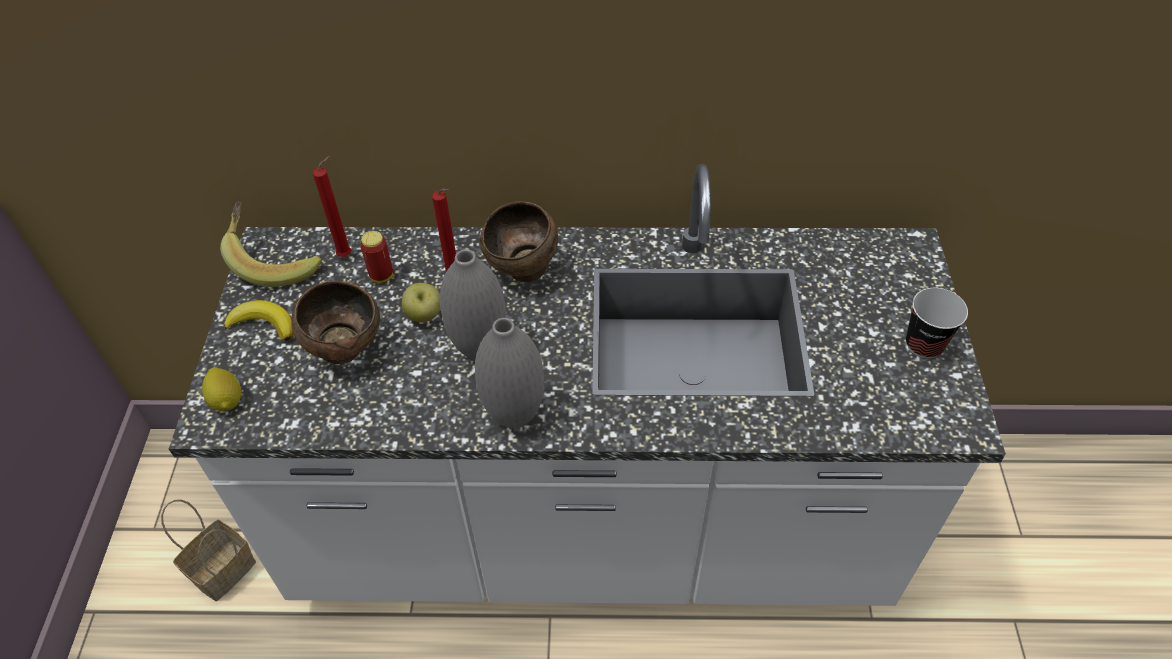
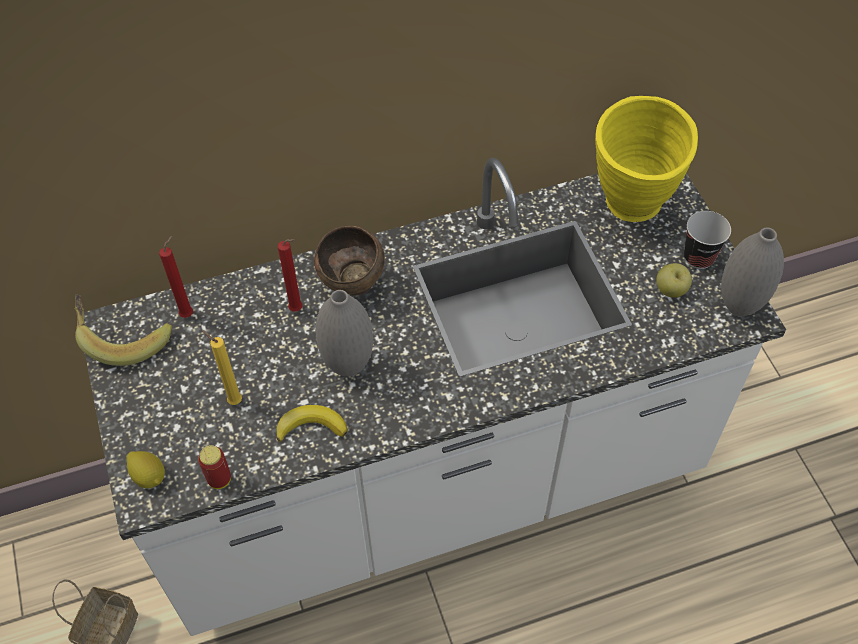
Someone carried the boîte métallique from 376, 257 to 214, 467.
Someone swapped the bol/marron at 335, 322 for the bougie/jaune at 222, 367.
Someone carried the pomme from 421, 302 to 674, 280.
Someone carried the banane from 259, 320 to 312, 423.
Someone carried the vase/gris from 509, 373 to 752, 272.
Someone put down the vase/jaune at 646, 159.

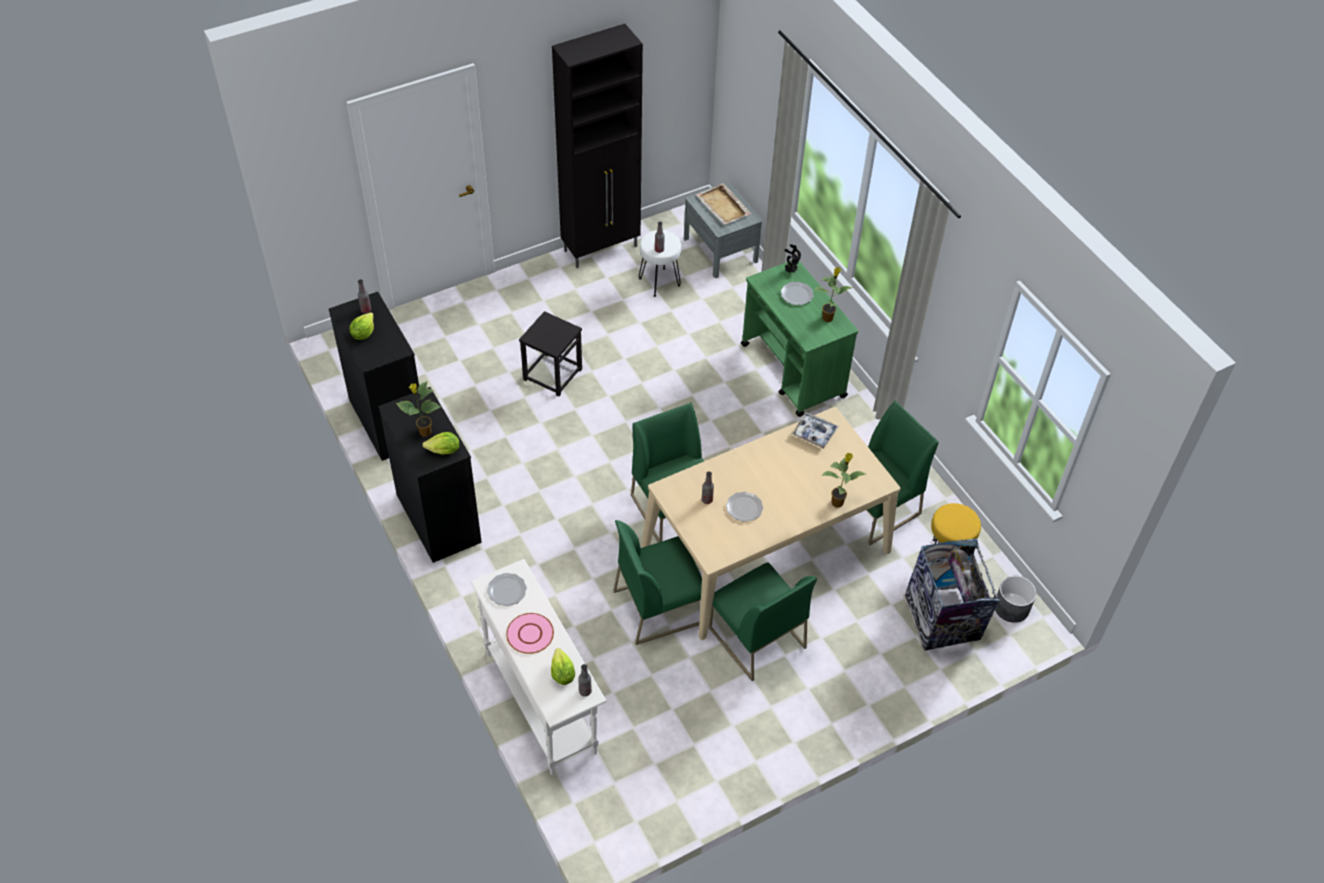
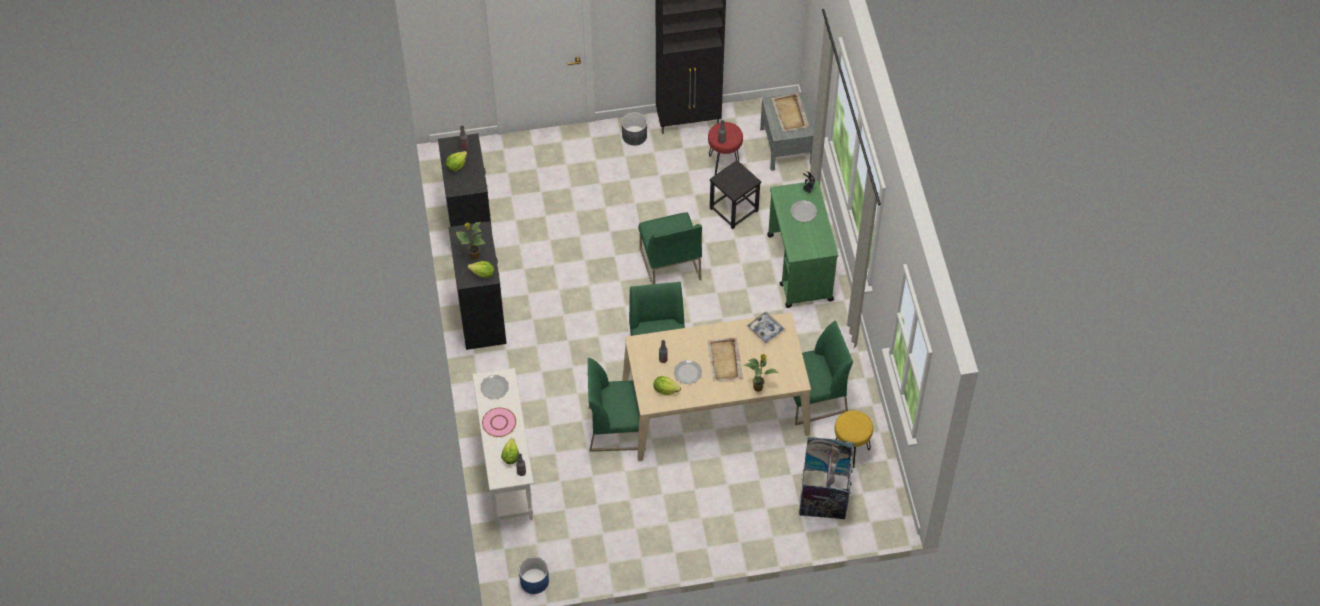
Someone repainted the tabouret/blanc at 660, 263, which became the tabouret/rouge at 725, 148.
Someone took away the plante en pot at 833, 294.
Someone carried the tabouret/noir from 550, 354 to 735, 194.
Someone carried the chaise/vert from 763, 621 to 670, 248.
Someone carried the cache-pot/gris from 1016, 599 to 634, 128.
Someone put down the plateau/beige at 725, 359.
Someone put down the laitue at 667, 385.
Someone put down the cache-pot/bleu at 534, 575.

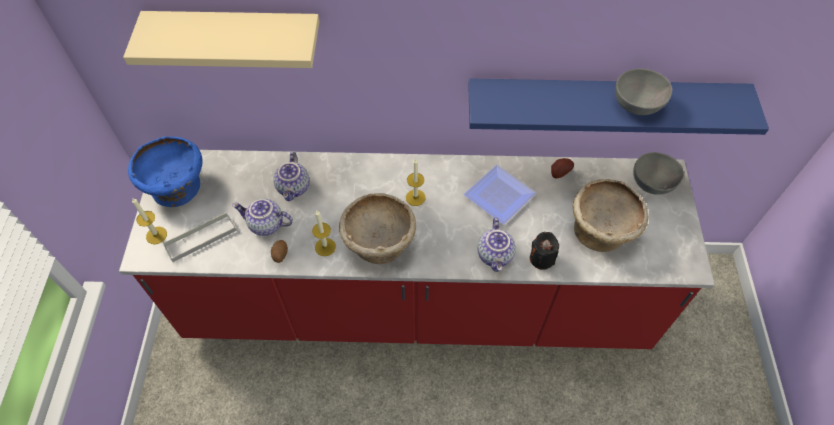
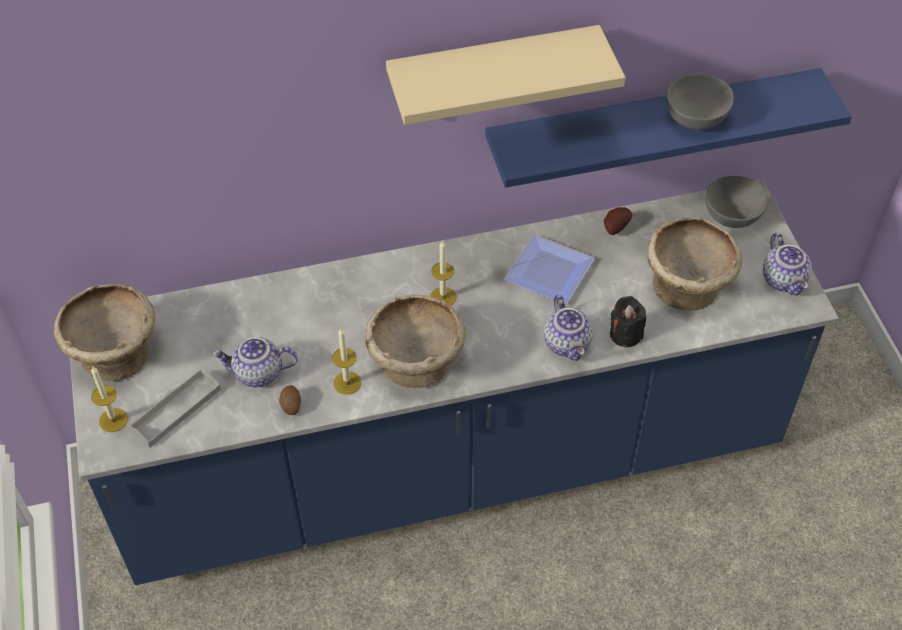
Someone carried the étagère/beige from 221, 39 to 505, 75.
Someone repainted the bol/bleu at 165, 171, which became the bol/beige at 104, 332.
Someone repainted the comptoir de cuisine/rouge at 417, 249, which became the comptoir de cuisine/bleu at 454, 382.
Someone carried the théière from 291, 176 to 787, 264.

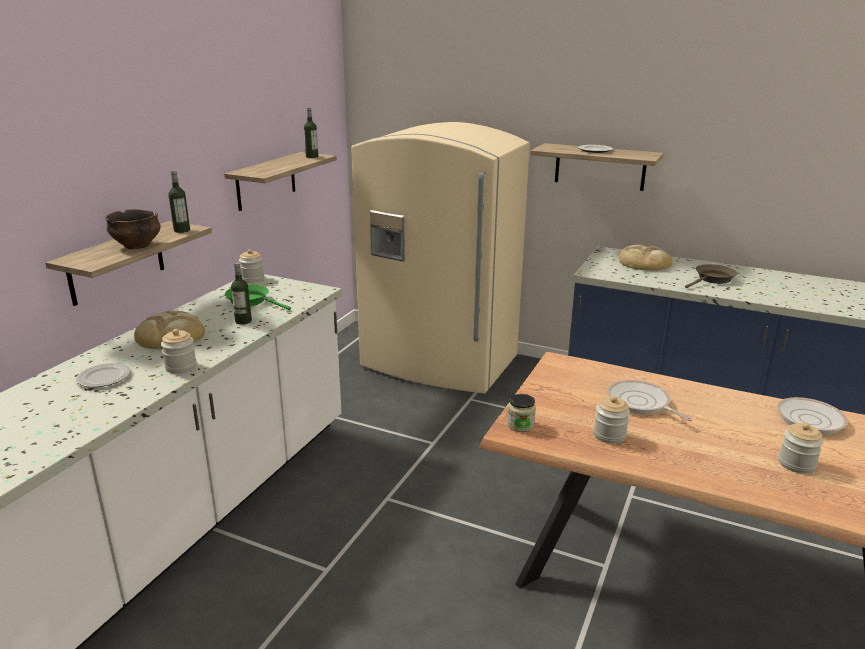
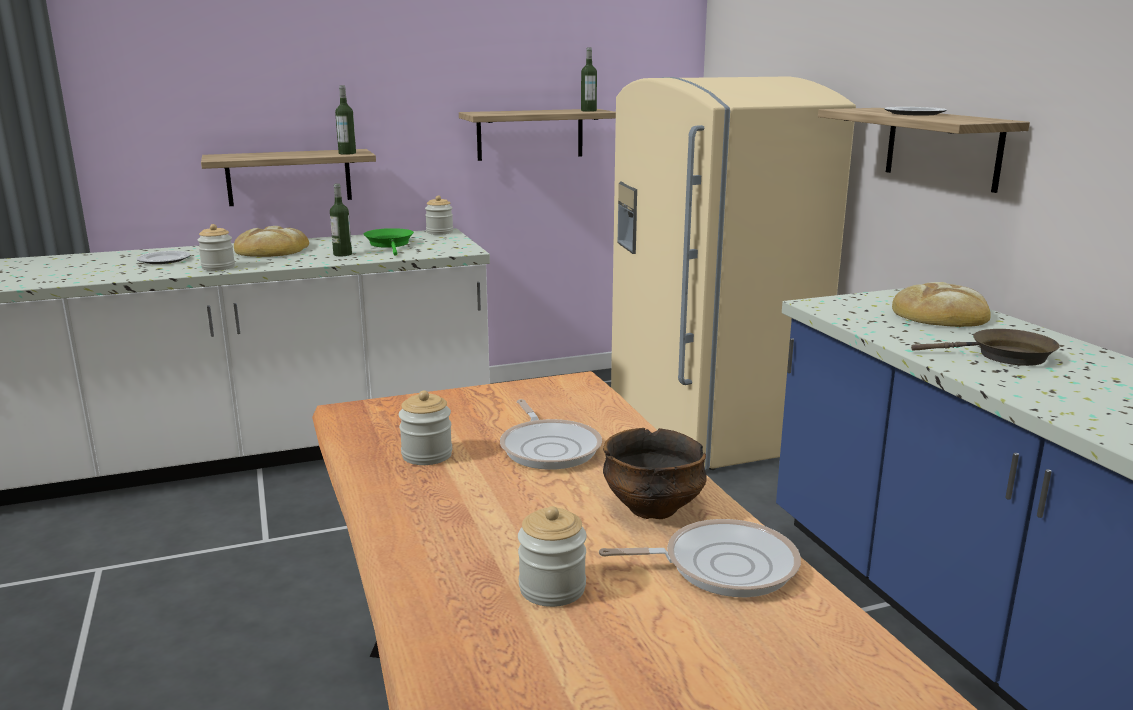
Someone carried the bol from 133, 229 to 655, 473.
Someone rotated the poêle at 649, 400 by 150 degrees clockwise.
Someone took away the bocal at 521, 413.

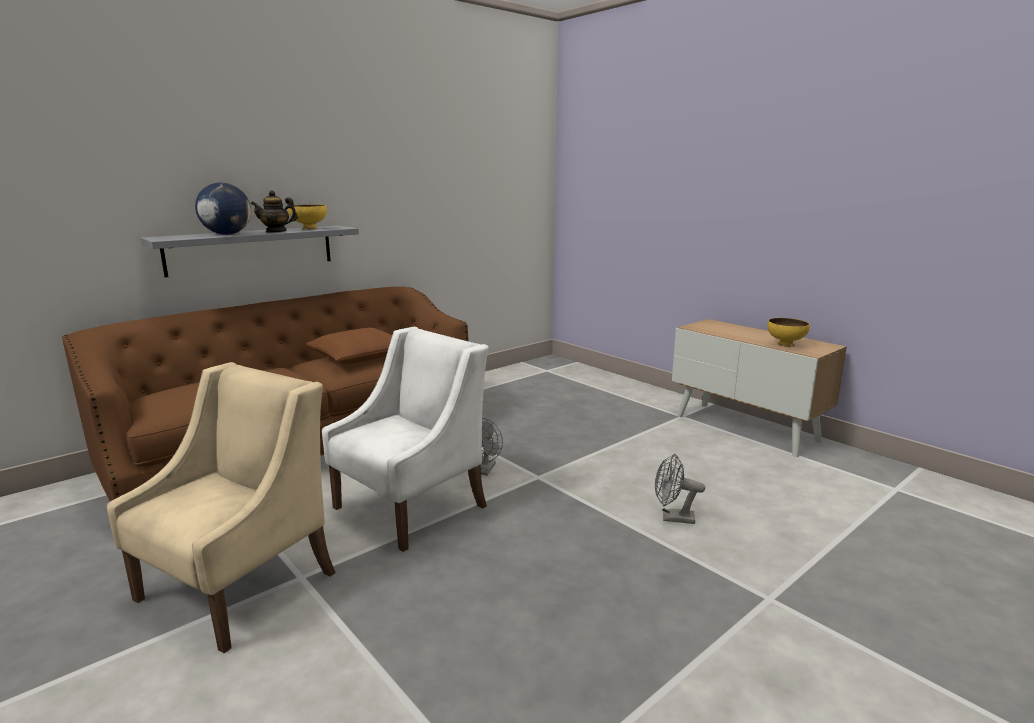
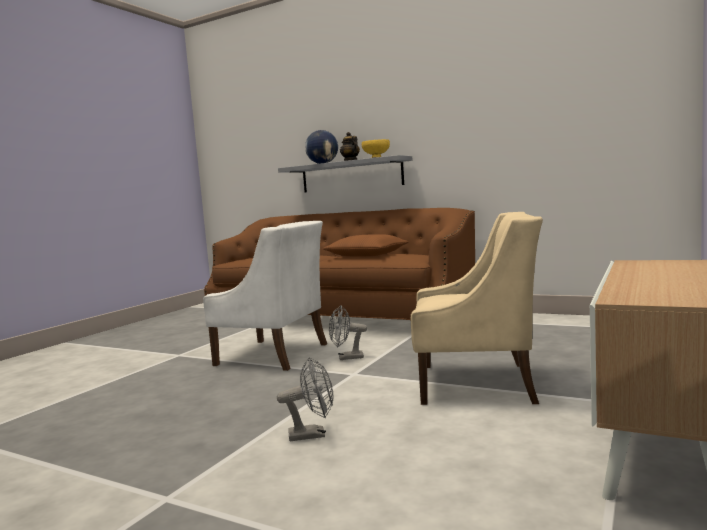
Someone took away the bol/jaune at 788, 332.
Someone carried the fauteuil/beige from 221, 507 to 477, 308.
Someone rotated the ventilateur/gris at 680, 489 by 90 degrees clockwise.

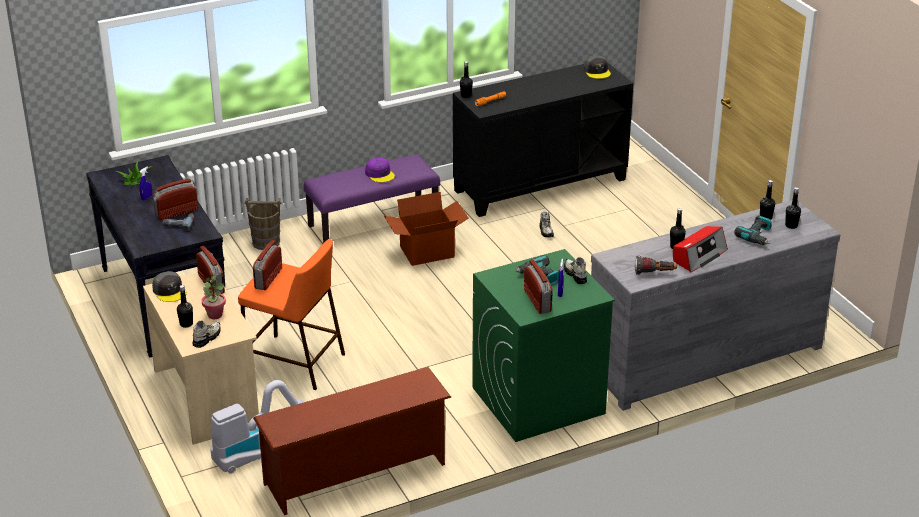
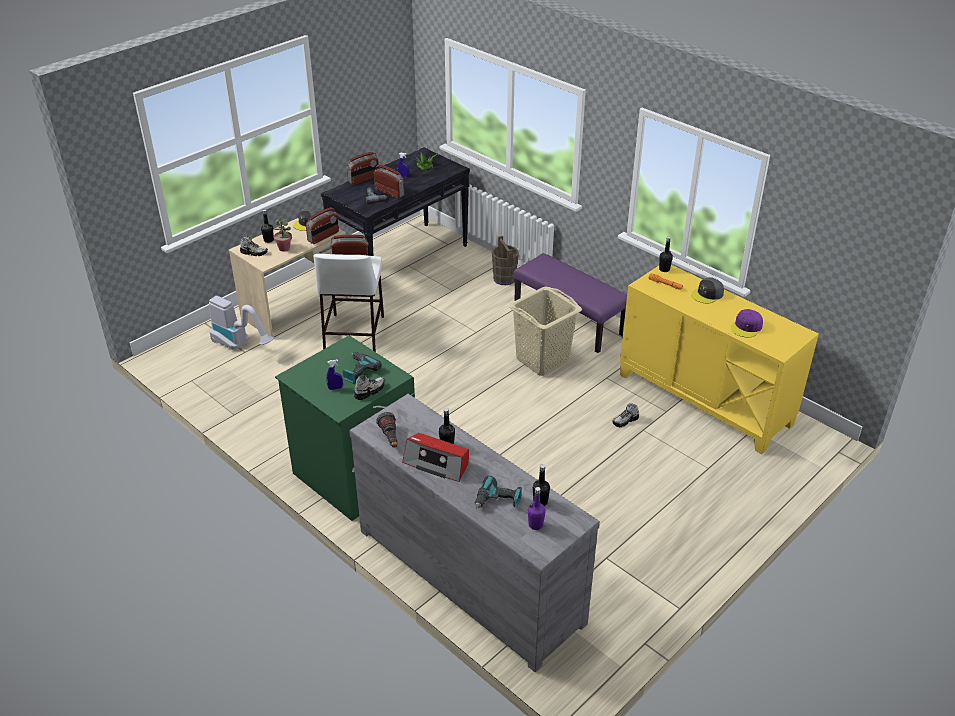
Someone carried the casquette/gris from 597, 67 to 707, 290.
Someone repainted the meuble de rangement/noir at 543, 139, which became the meuble de rangement/jaune at 719, 359.
Someone carried the casquette/violet from 380, 170 to 747, 323.
Someone repainted the bouteille/noir at 793, 208, which became the bouteille/violet at 537, 508.
Someone swapped the carton at 426, 229 for the panier à linge/beige at 545, 331.
Someone repainted the tabouret/orange at 291, 314, which became the tabouret/blanc at 349, 303.
Someone carried the radio from 538, 287 to 363, 168.
Someone took away the étagère à chaussures/marron at 352, 441.

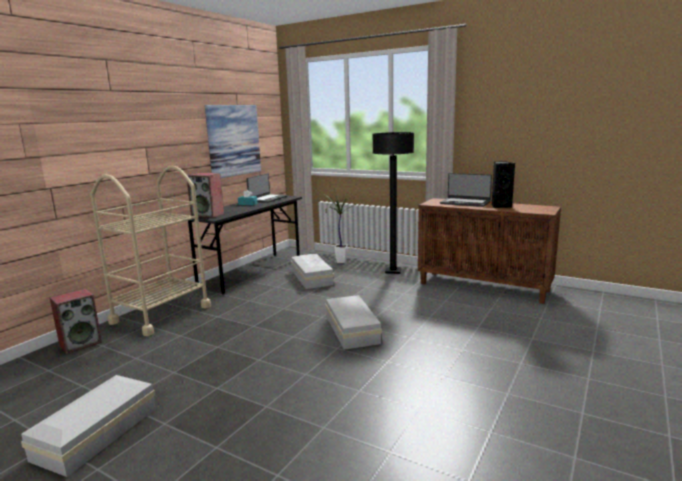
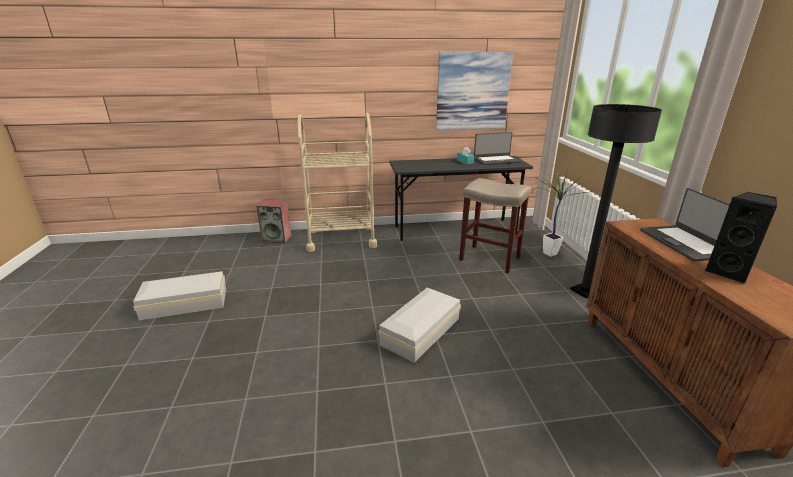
Someone took away the enceinte at 205, 195.
Someone swapped the boîte de rangement/blanc at 312, 271 for the tabouret/beige at 495, 225.

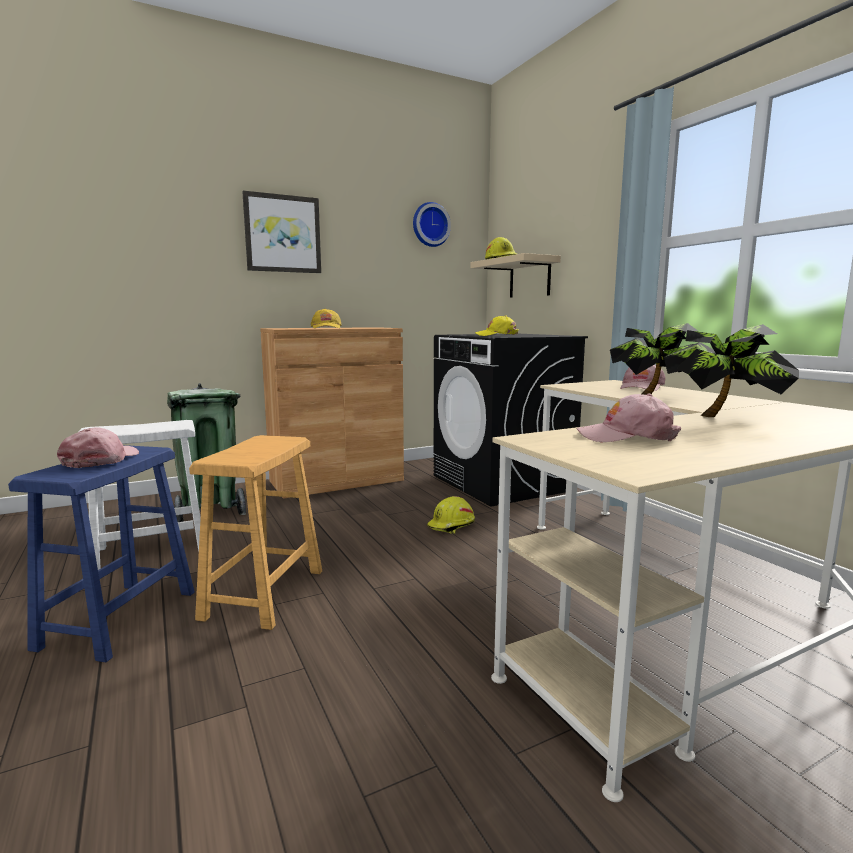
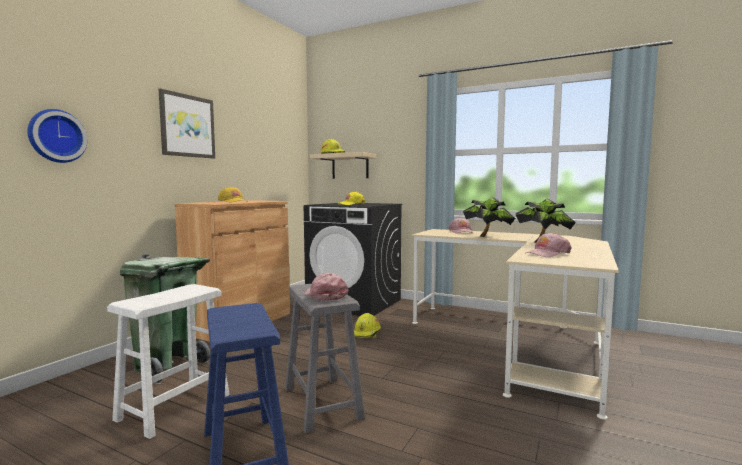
Someone carried the horloge murale from 432, 224 to 57, 136.
Someone carried the casquette/rose from 98, 447 to 326, 287.
Someone repainted the tabouret/marron at 255, 532, which became the tabouret/gris at 325, 358.

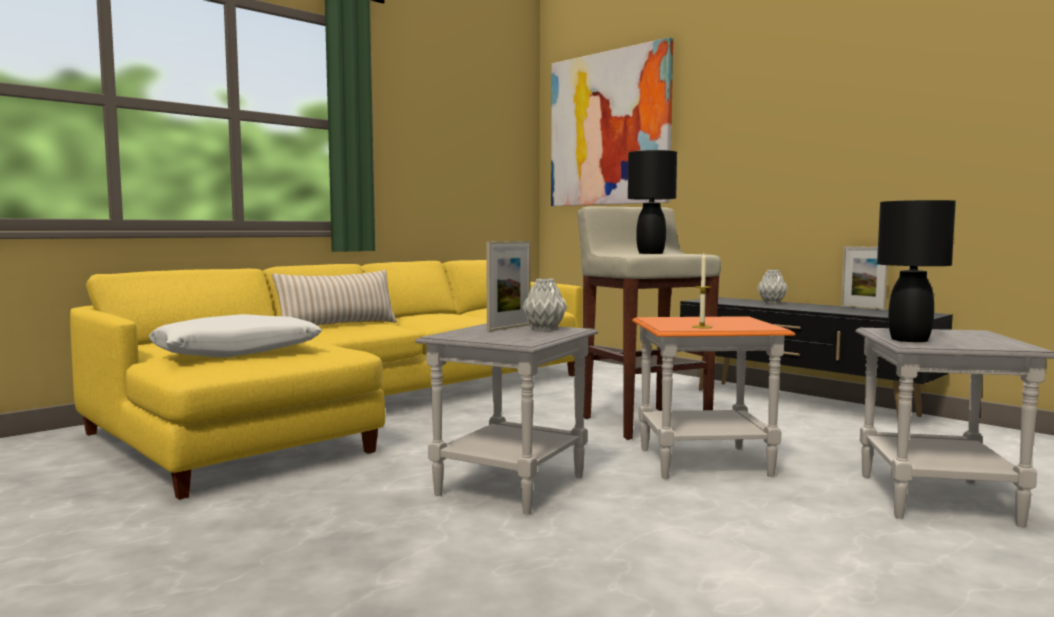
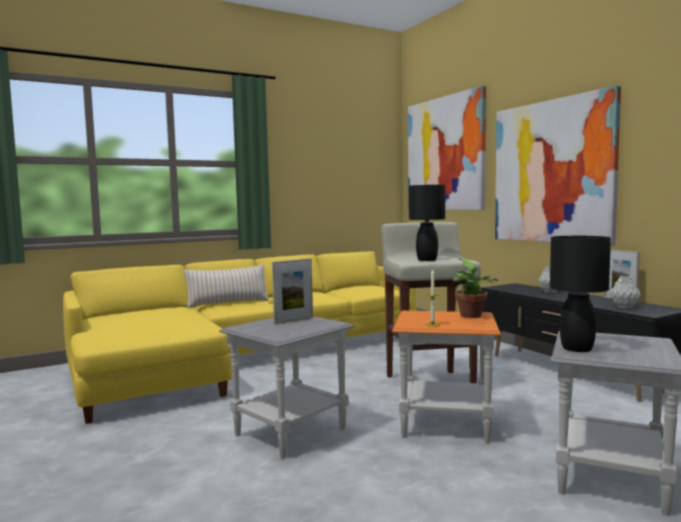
Someone carried the vase/gris from 544, 304 to 625, 292.
Someone took away the coussin/blanc at 235, 336.
Someone put up the tableau at 558, 166.
Someone put down the plante en pot at 475, 288.

